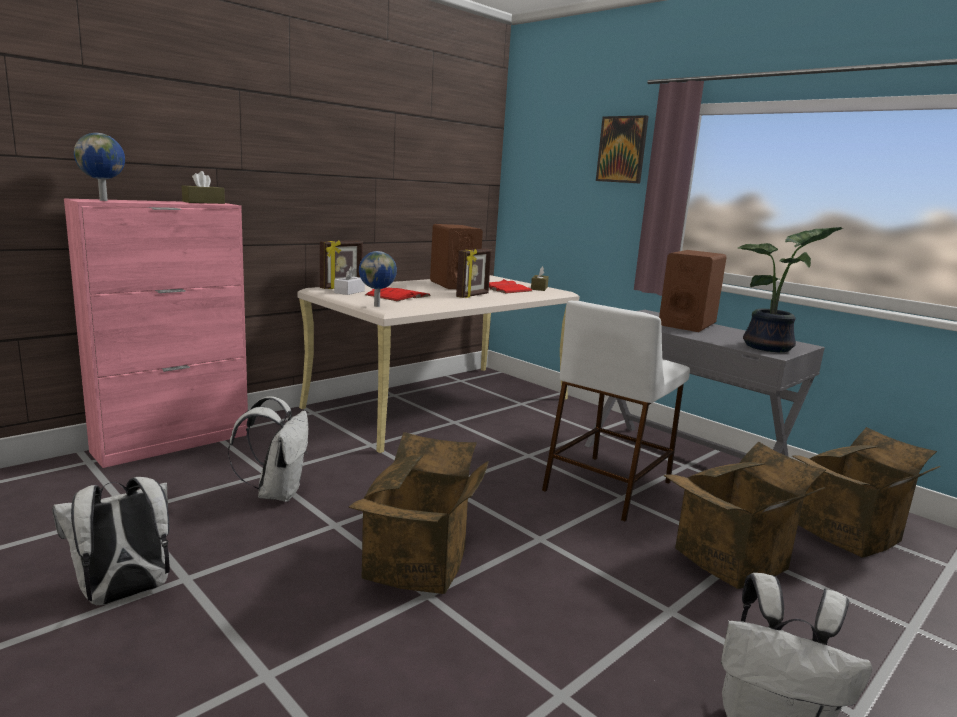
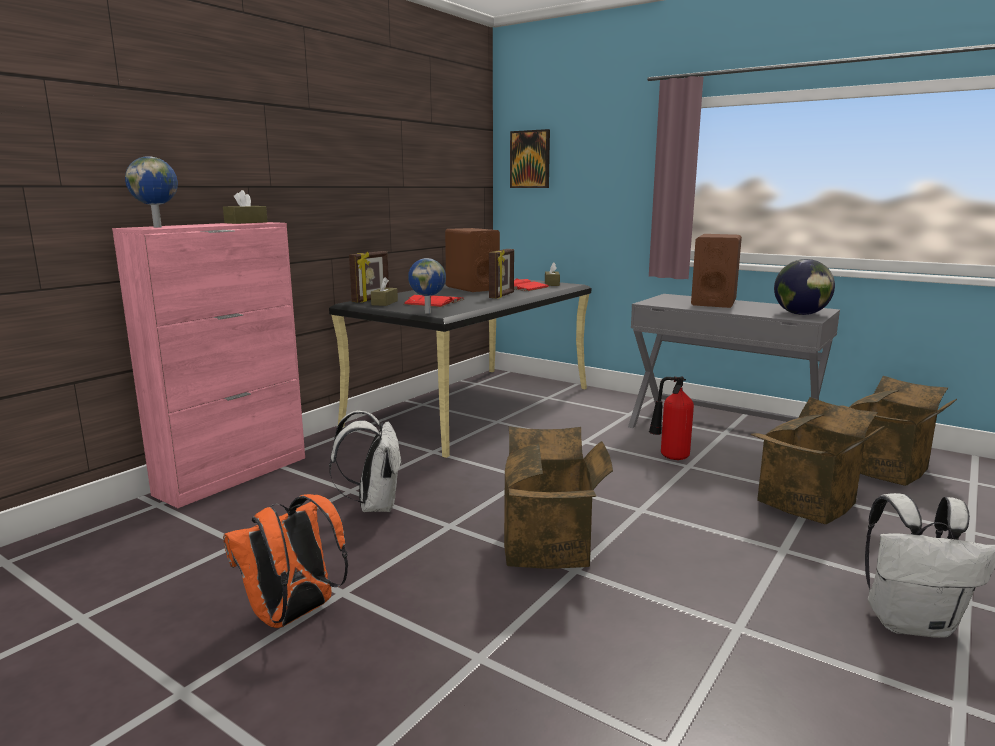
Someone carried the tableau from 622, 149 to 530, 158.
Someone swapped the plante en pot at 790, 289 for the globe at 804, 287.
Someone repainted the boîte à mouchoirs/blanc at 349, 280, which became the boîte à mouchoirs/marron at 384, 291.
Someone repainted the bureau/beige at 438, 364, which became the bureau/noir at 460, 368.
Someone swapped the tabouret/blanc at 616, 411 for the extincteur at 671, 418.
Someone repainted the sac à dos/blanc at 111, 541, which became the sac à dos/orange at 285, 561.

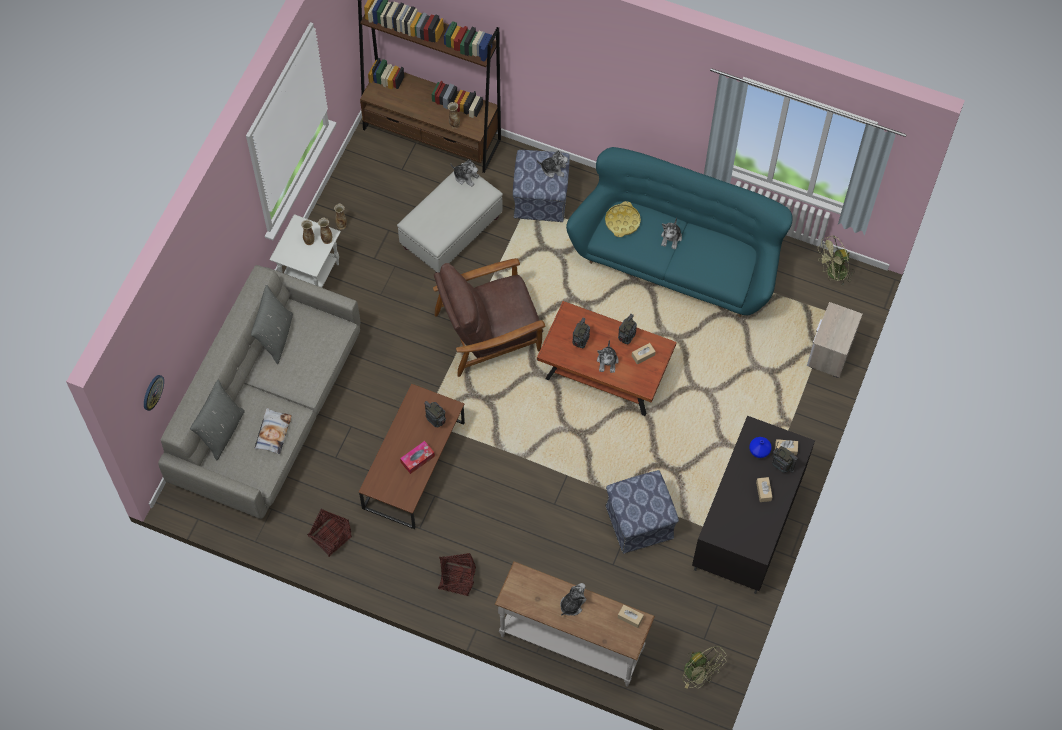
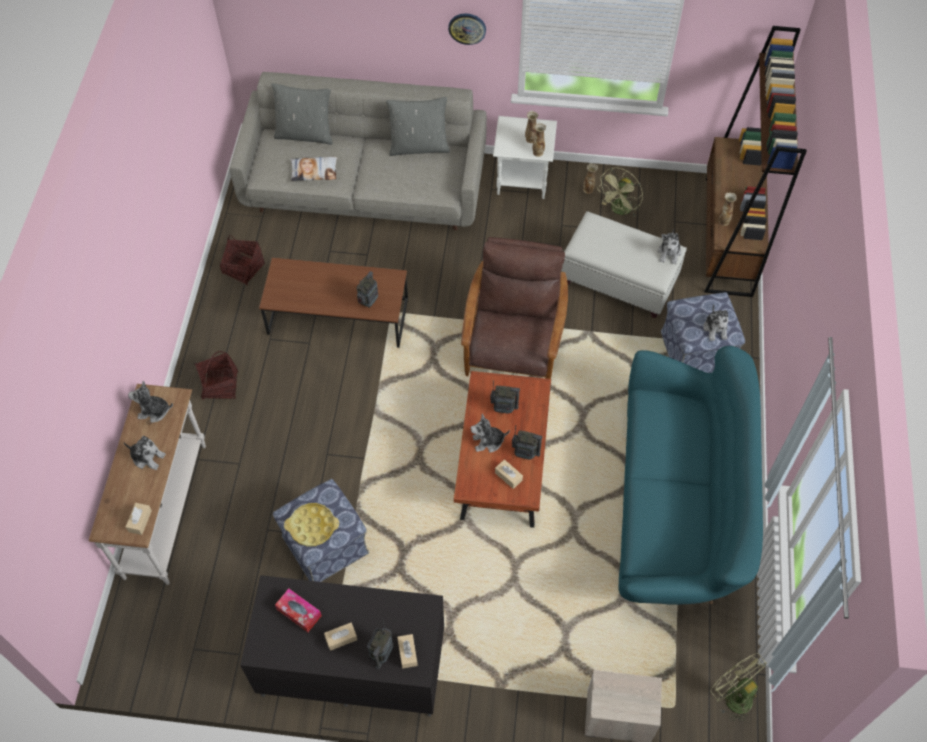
Someone carried the plateau/jaune from 623, 219 to 311, 524.
Someone carried the peluche from 671, 233 to 150, 402.
Someone rotated the fauteuil/marron at 489, 317 by 45 degrees clockwise.
Someone carried the horloge murale from 154, 393 to 467, 29.
Someone took away the vase/bleu at 760, 447.
Someone carried the boîte à mouchoirs from 417, 457 to 298, 610.
Someone carried the ventilateur/vert from 705, 667 to 620, 192.

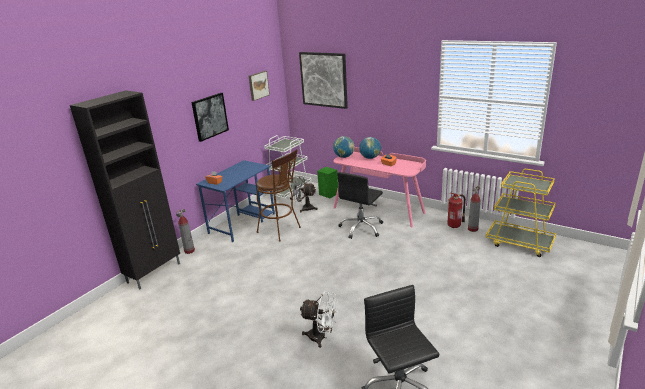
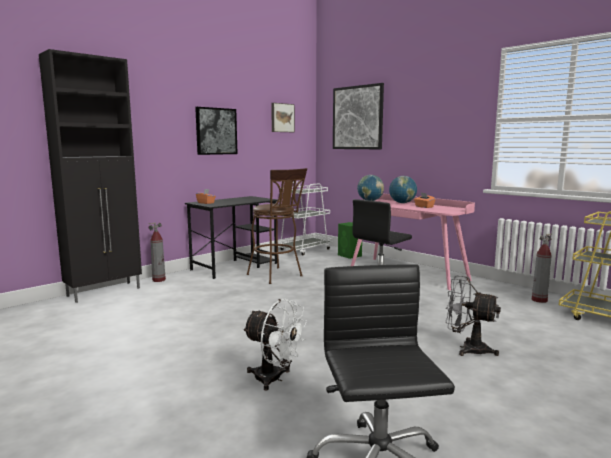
Someone repainted the bureau/bleu at 235, 201, which became the bureau/noir at 231, 237.
Someone carried the ventilateur/gris from 304, 194 to 473, 316.
Someone took away the extincteur at 456, 210.

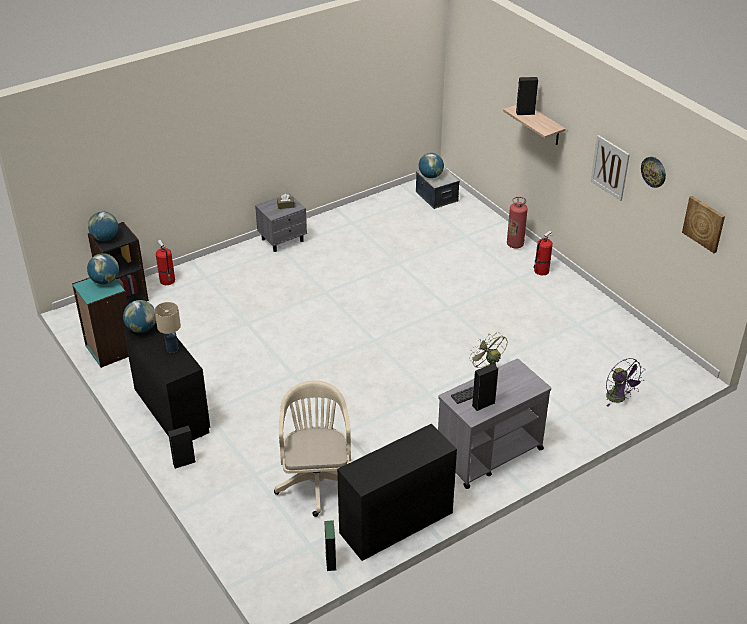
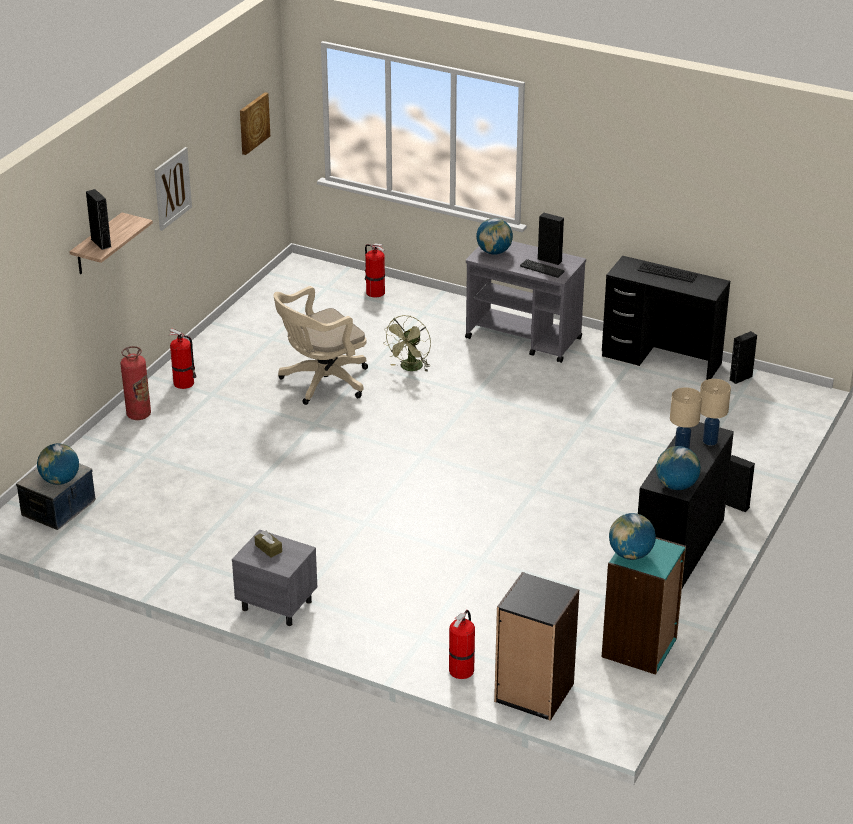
Someone took away the horloge murale at 653, 172.
Someone carried the globe from 103, 226 to 494, 236.
Someone swapped the ventilateur/violet at 625, 382 for the extincteur at 374, 270.
Someone carried the chaise de bureau/beige from 312, 448 to 320, 345.
Someone repainted the enceinte/vert at 330, 545, which became the enceinte/noir at 743, 357.
Someone put down the clavier at 667, 273.
Someone put down the lampe de table/beige at 715, 412.

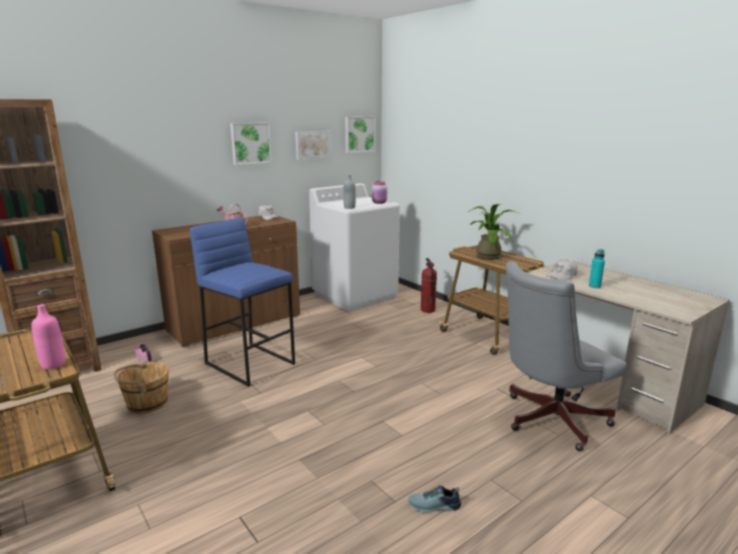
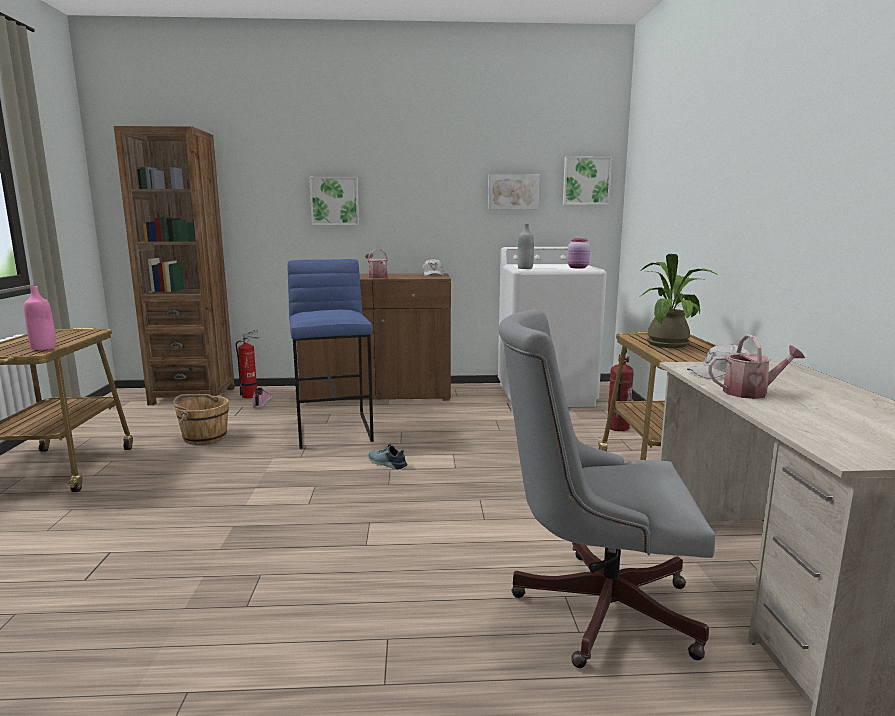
Someone carried the tableau from 251, 144 to 334, 201.
Someone swapped the bouteille/turquoise at 597, 268 for the arrosoir at 756, 366.
Someone carried the chaussure from 434, 499 to 387, 457.
Someone put down the extincteur at 247, 364.

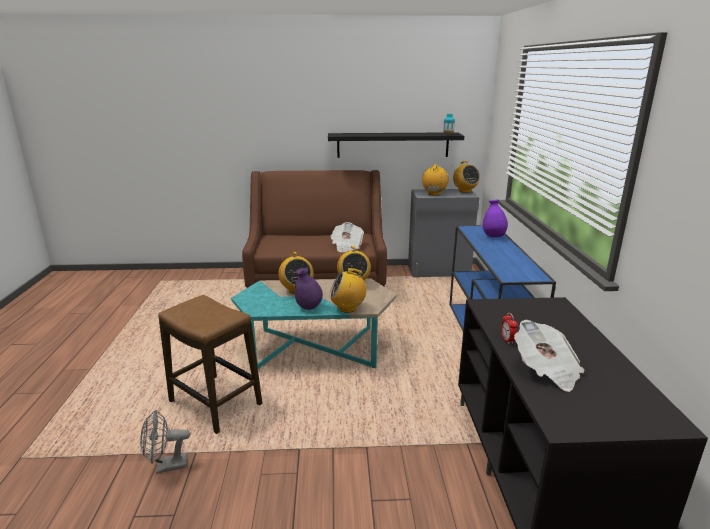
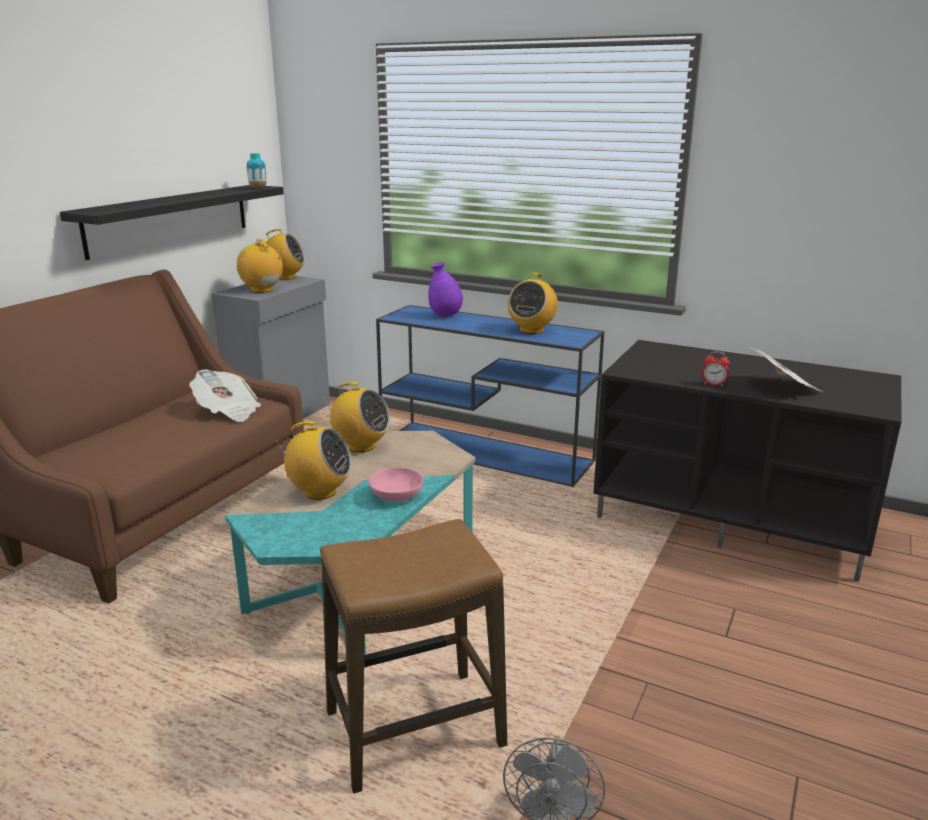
Someone swapped the vase/violet at 309, 289 for the bol/rose at 396, 484.
Someone carried the radio from 347, 290 to 533, 303.

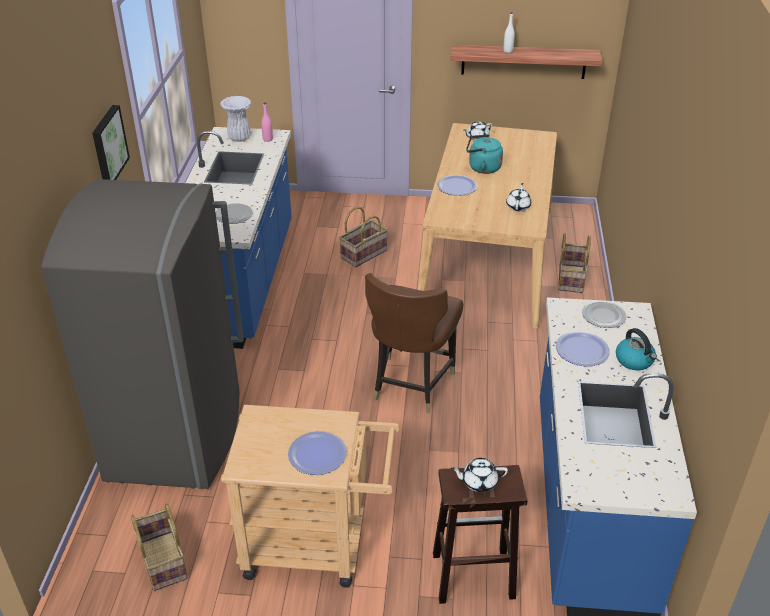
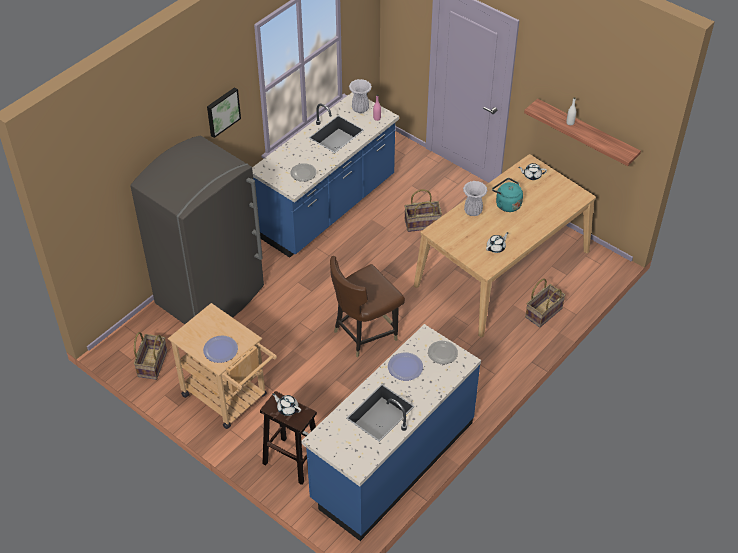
Someone swapped the assiette at 457, 185 for the vase/blanc at 475, 198.
Someone took away the bouilloire at 636, 349.

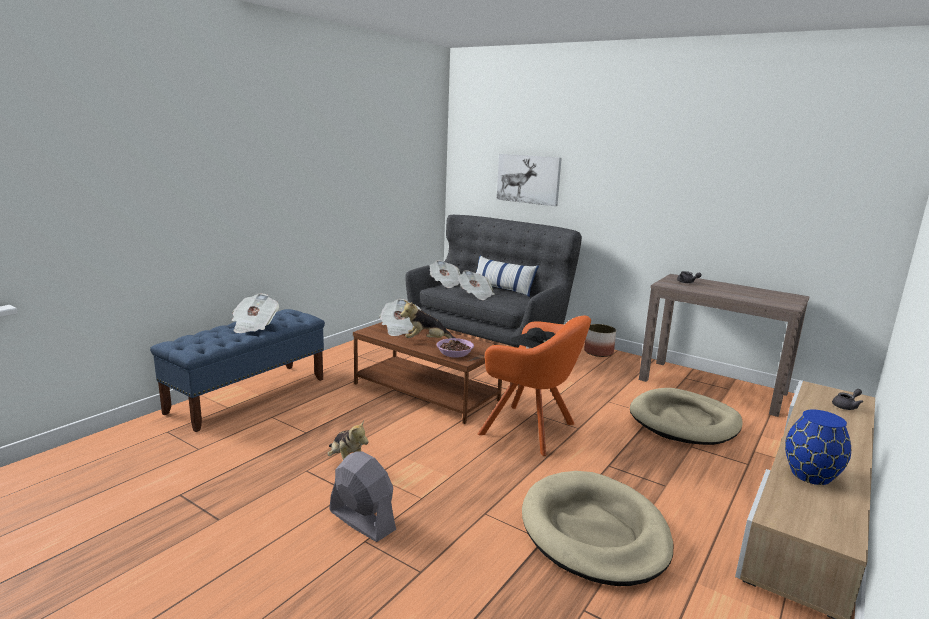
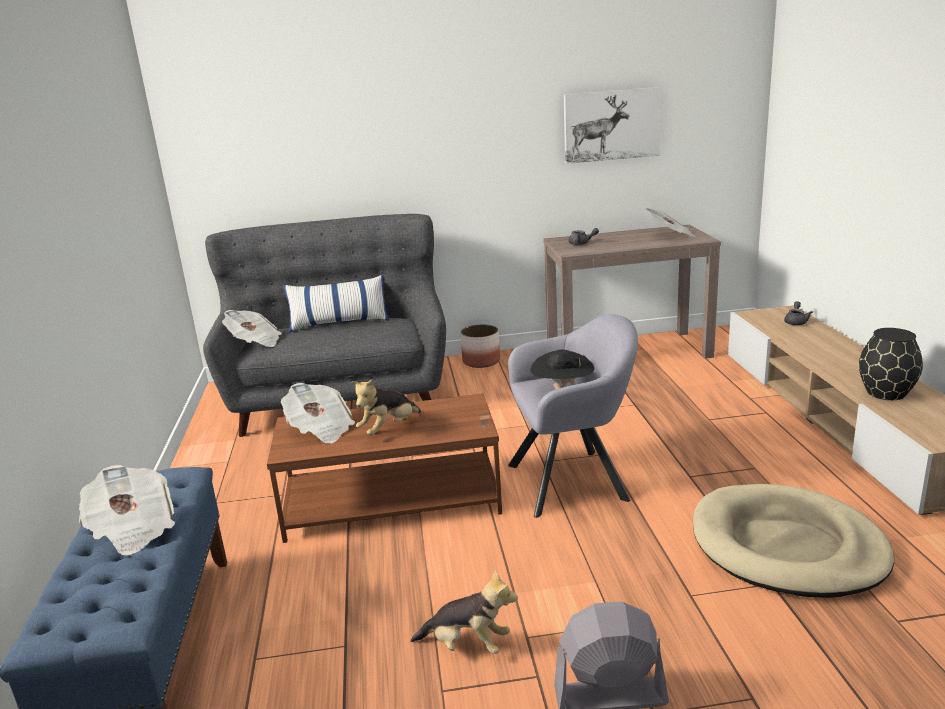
Someone carried the tableau from 529, 180 to 612, 125.
Someone carried the journal from 476, 285 to 670, 222.
Someone repainted the fauteuil/orange at 534, 385, which became the fauteuil/gris at 573, 416.
Someone took away the bol at 455, 347.
Someone took away the panier pour chien/beige at 686, 416.
Someone repainted the vase/bleu at 818, 447, which became the vase/noir at 891, 364.

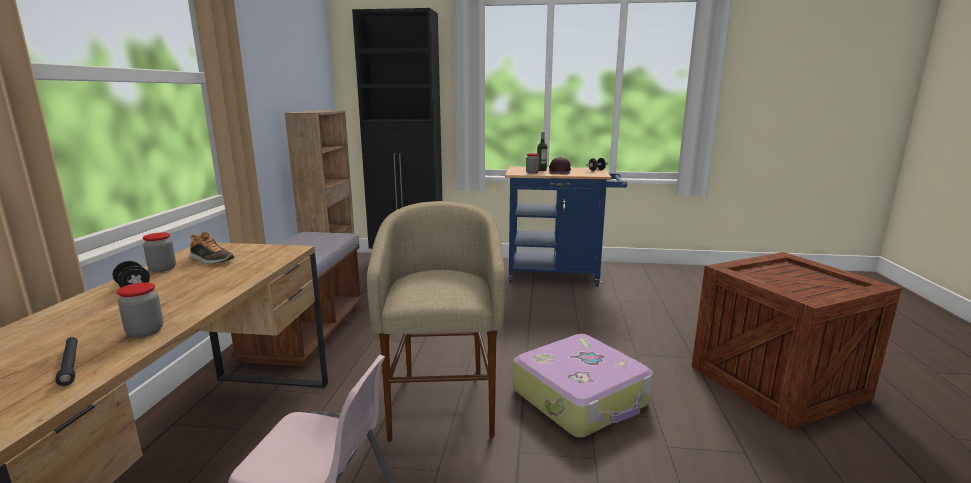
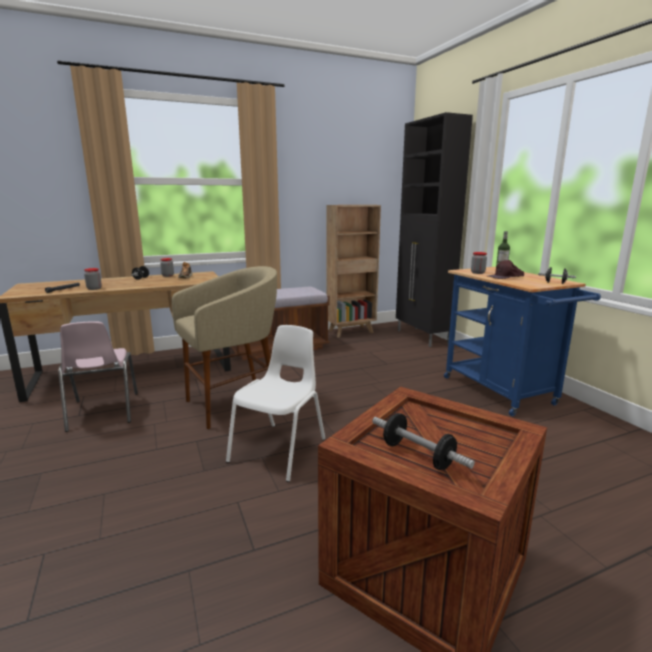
Someone swapped the valise at 583, 386 for the chaise/blanc at 275, 403.
Someone put down the haltère at 423, 441.

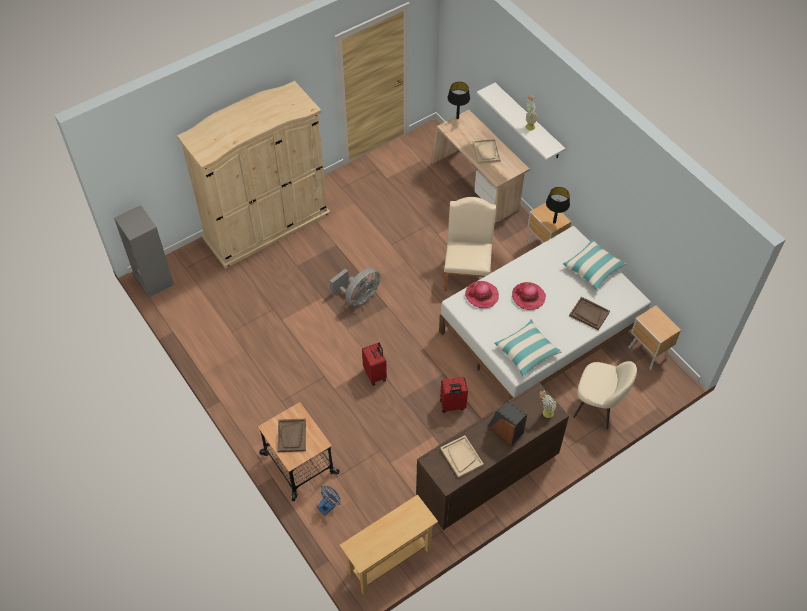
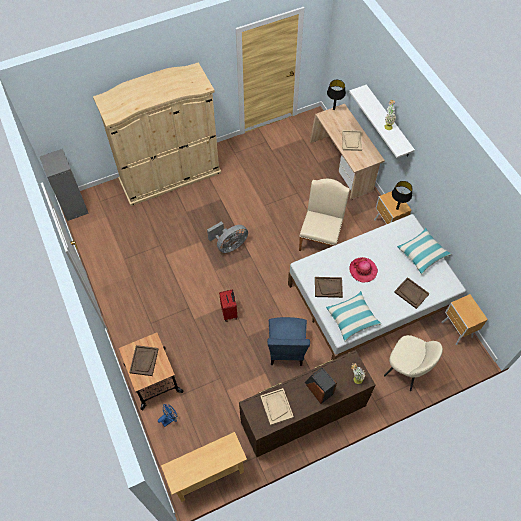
Someone took away the chapeau at 482, 294.
Someone swapped the valise/rouge at 454, 395 for the chaise/bleu at 288, 341.
Someone put down the plateau/marron at 329, 287.

